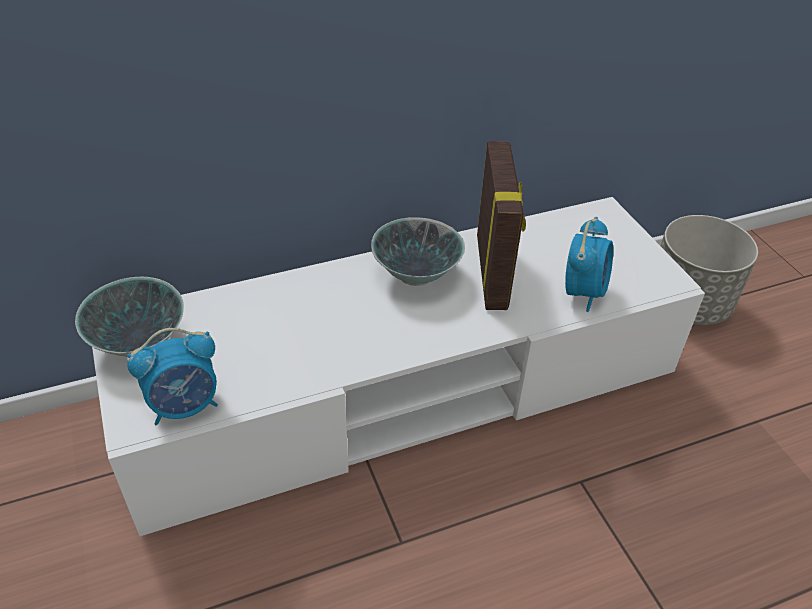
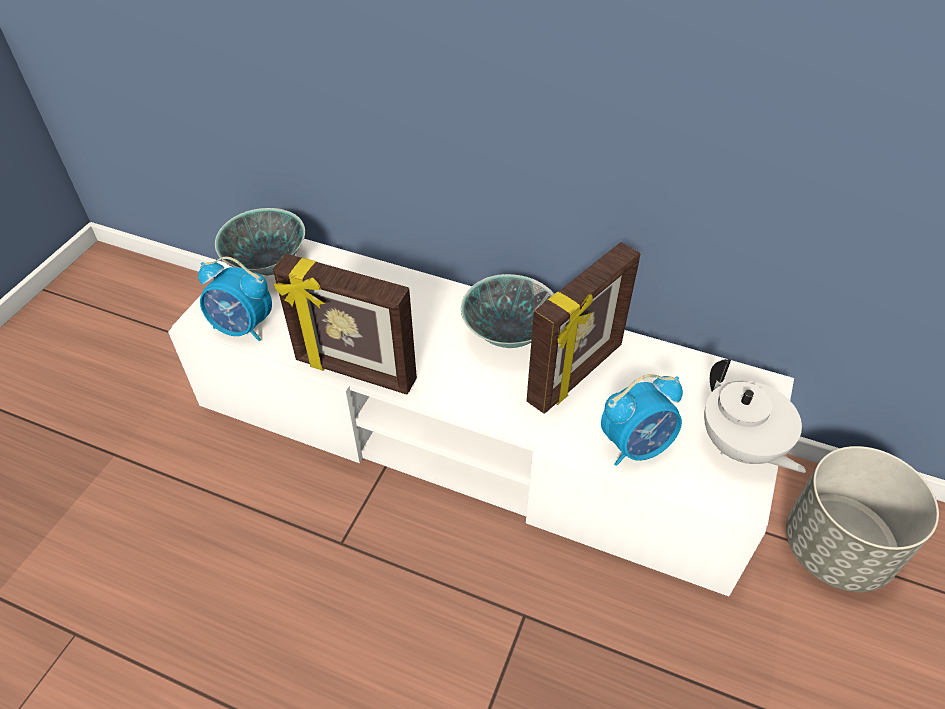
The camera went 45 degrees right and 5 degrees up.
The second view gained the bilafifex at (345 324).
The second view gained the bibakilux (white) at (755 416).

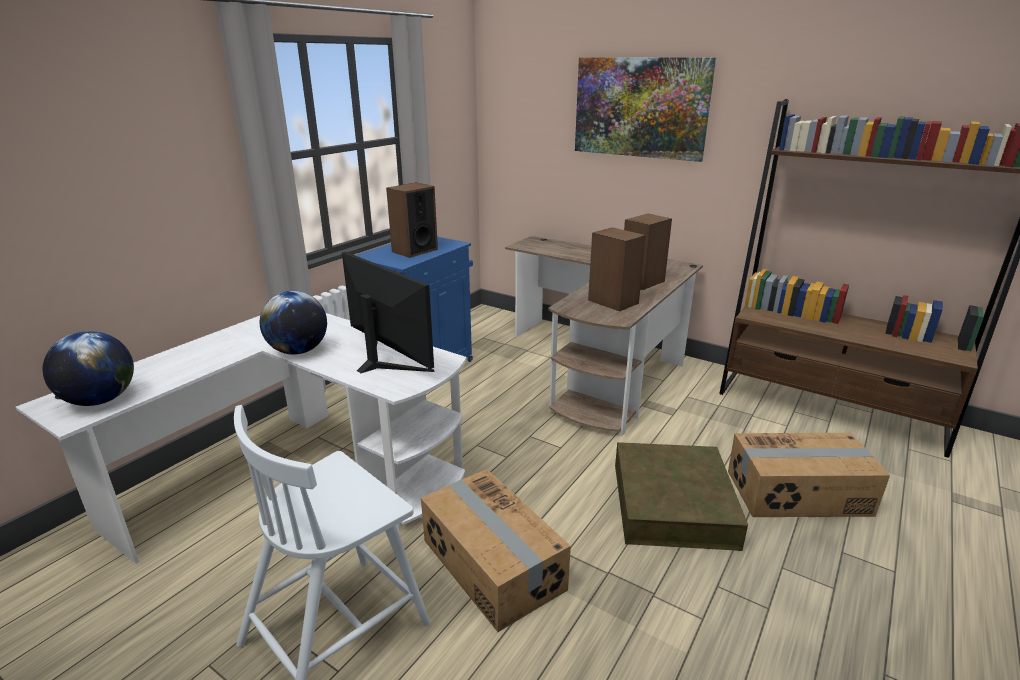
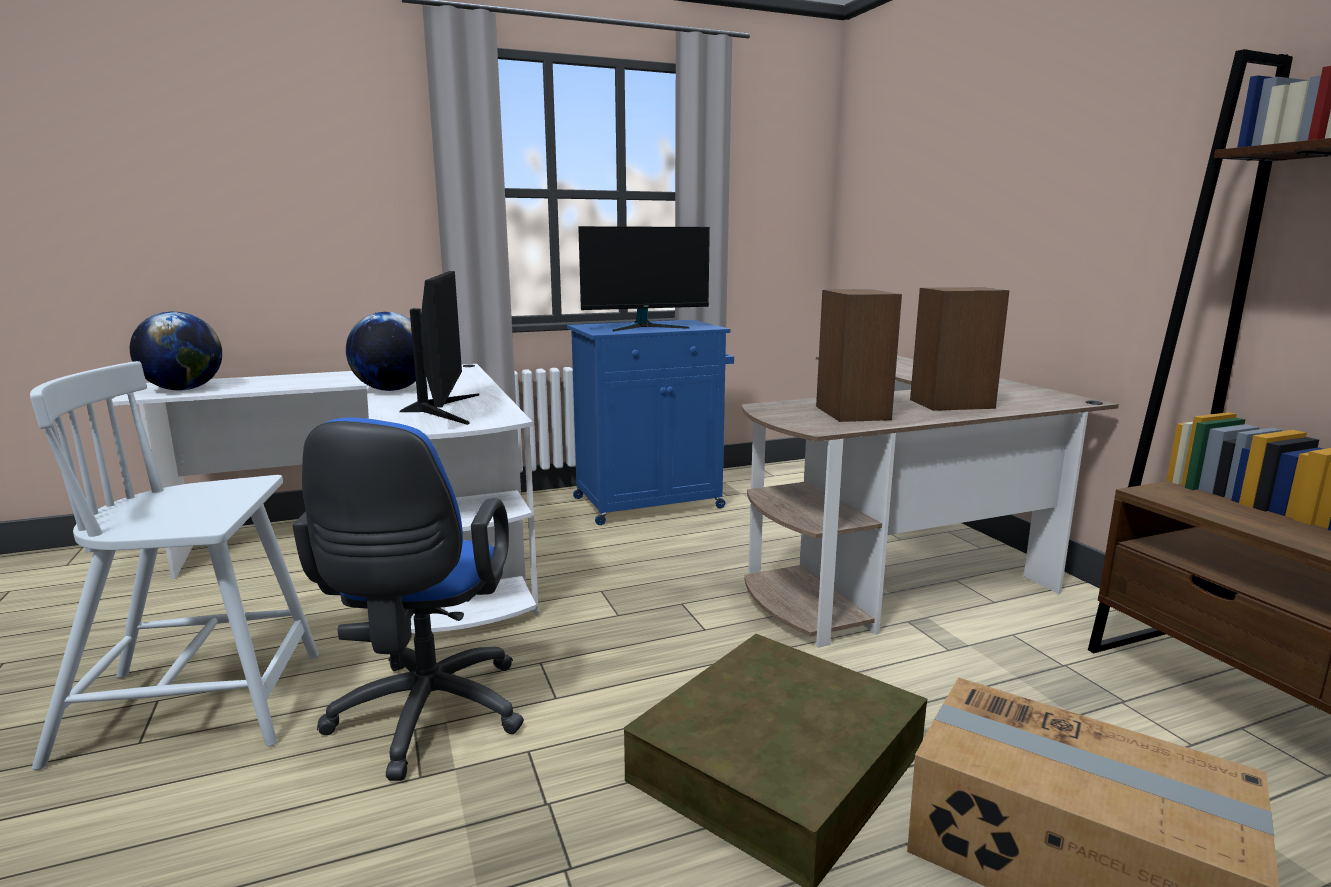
The camera went 35 degrees right and 10 degrees down.
The second view lost the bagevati at (645 110).
Where the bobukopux stood at (412 220), the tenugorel came to stand at (644 278).
Where the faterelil stood at (496 550), the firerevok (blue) came to stand at (408 599).

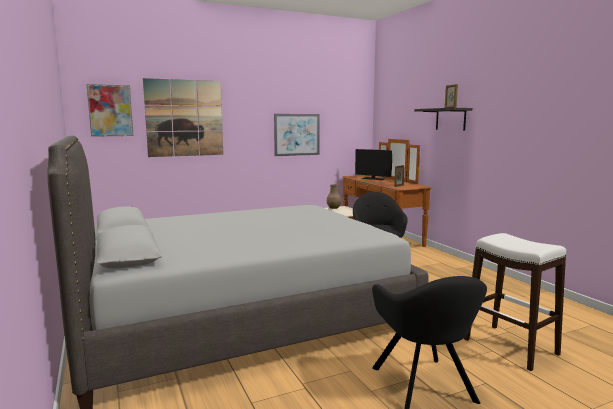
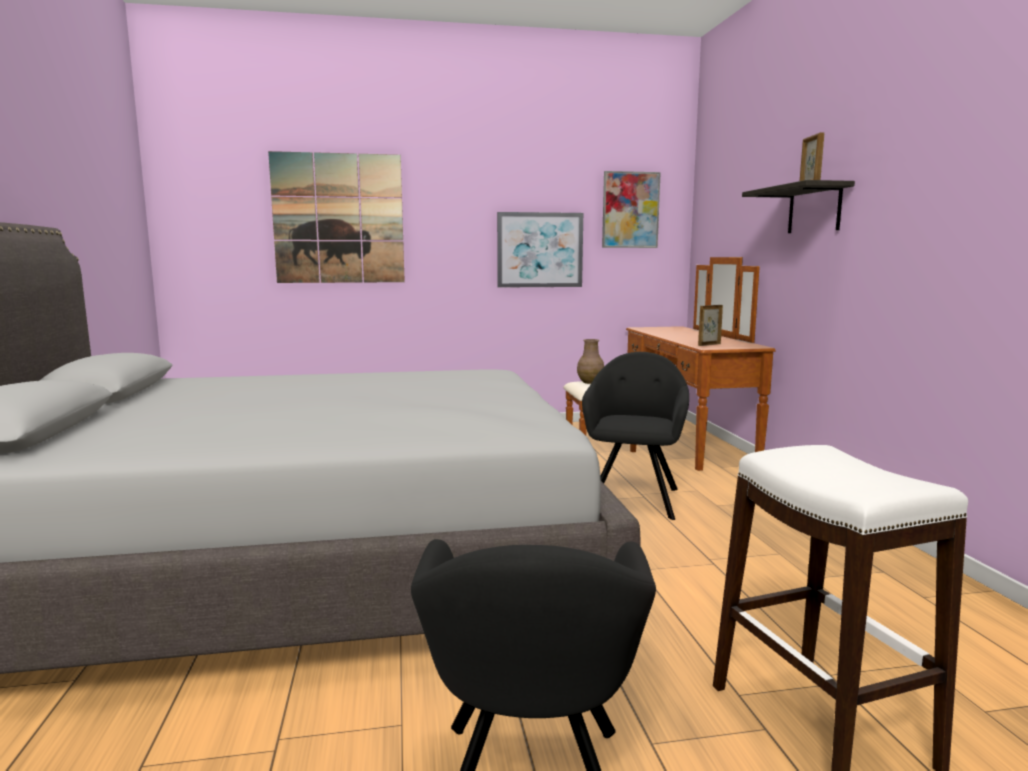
The camera went 15 degrees right and 0 degrees up.
The bagevati ended up elsewhere, having gone from (110 110) to (631 209).
The second view lost the tenugorel at (373 164).

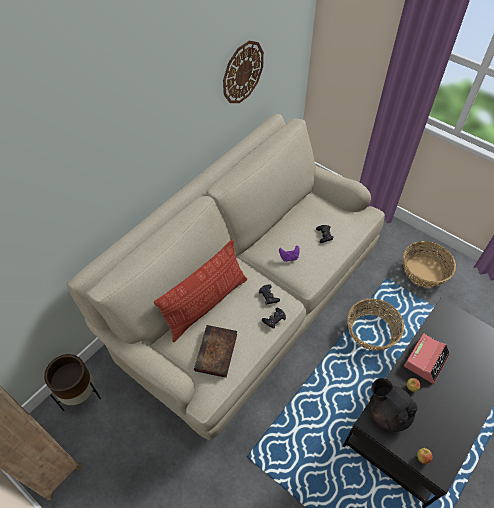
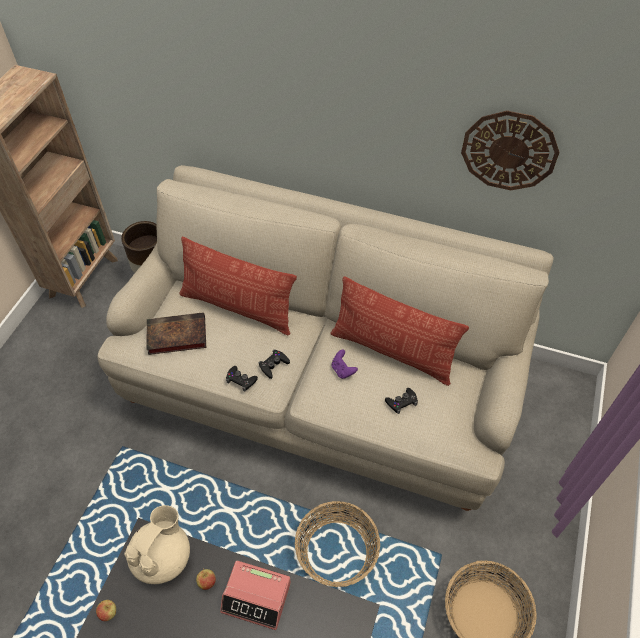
The camera went 70 degrees right and 0 degrees up.
What was the bibakilux (black) at (393 405) turned into the bibakilux (beige) at (157 544).
The second view gained the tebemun at (399 331).

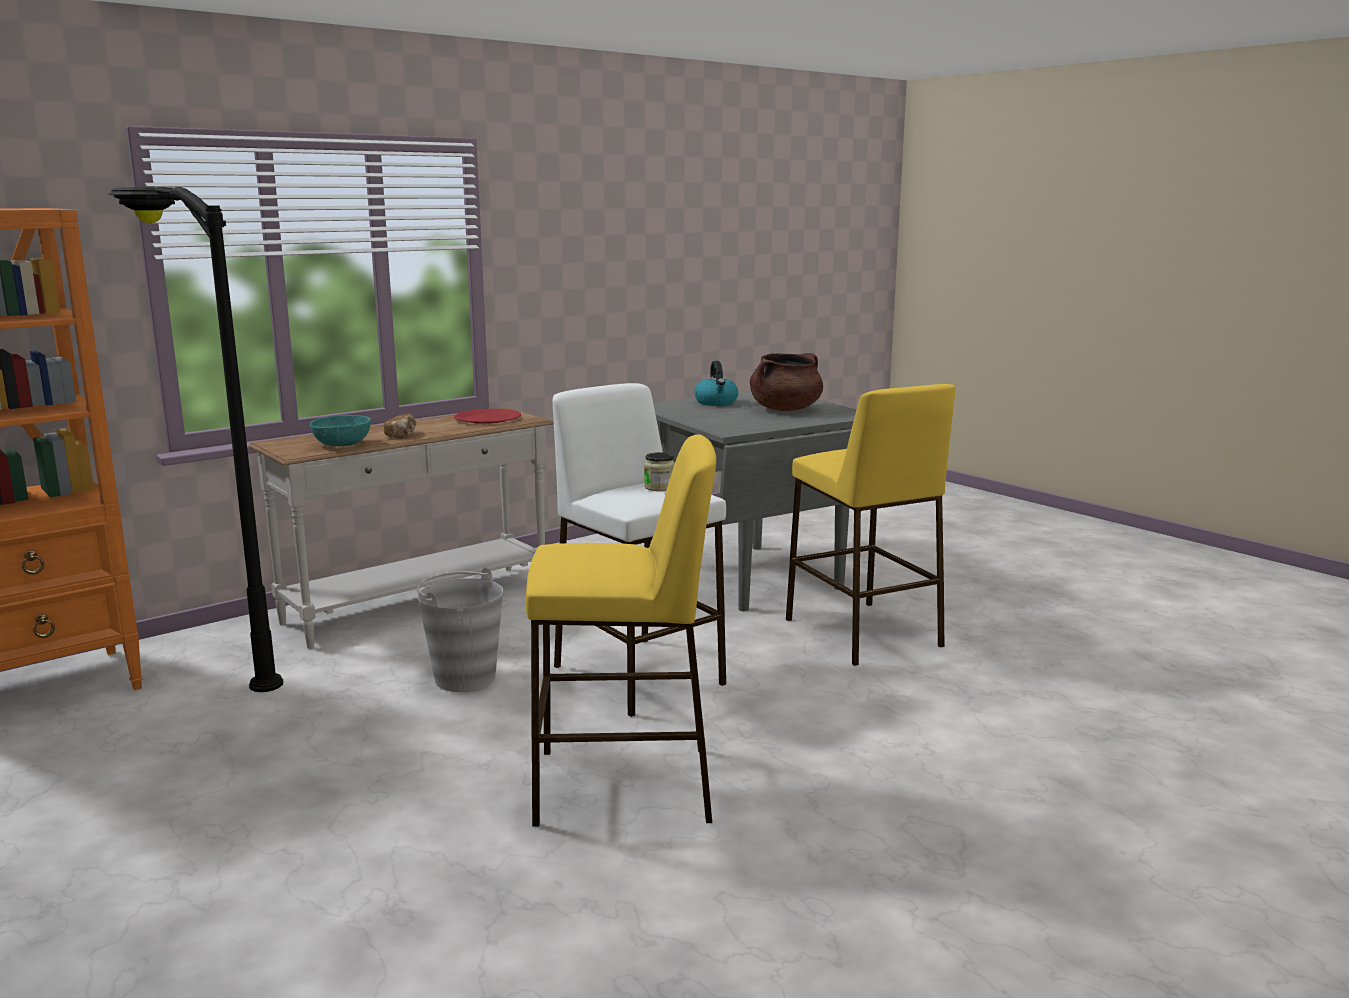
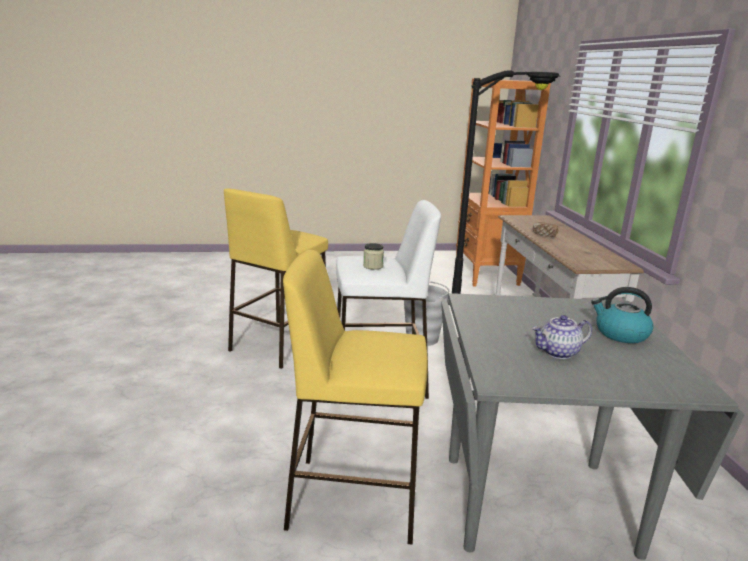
The camera went 120 degrees right and 5 degrees up.
Where the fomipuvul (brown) stood at (786 382), the bibakilux came to stand at (562 337).
The second view lost the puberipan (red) at (487 416).
The second view lost the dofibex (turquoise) at (340 430).

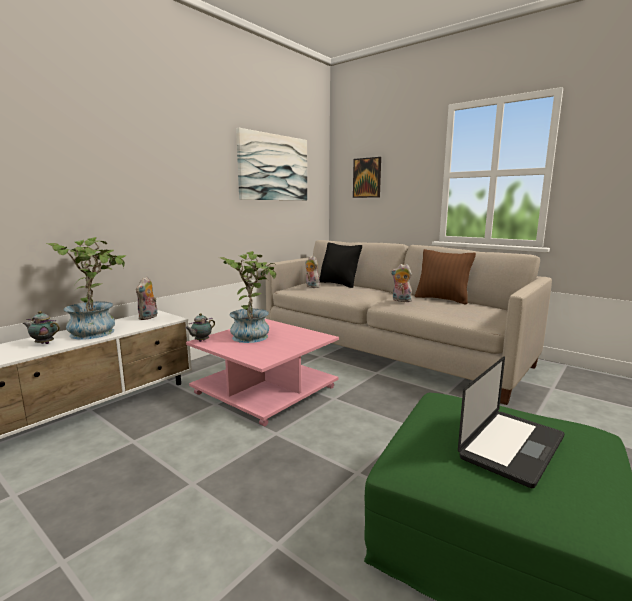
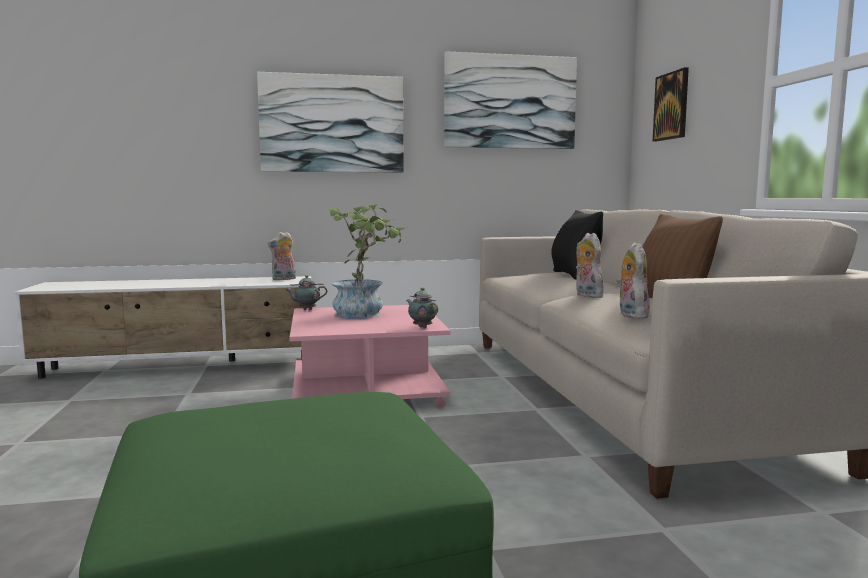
The camera went 40 degrees right and 5 degrees down.
The second view lost the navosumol at (86 288).
The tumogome ended up elsewhere, having gone from (313 272) to (633 281).
The bibakilux ended up elsewhere, having gone from (41 327) to (422 308).
The second view lost the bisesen at (511 422).
The second view gained the bagevati at (330 122).

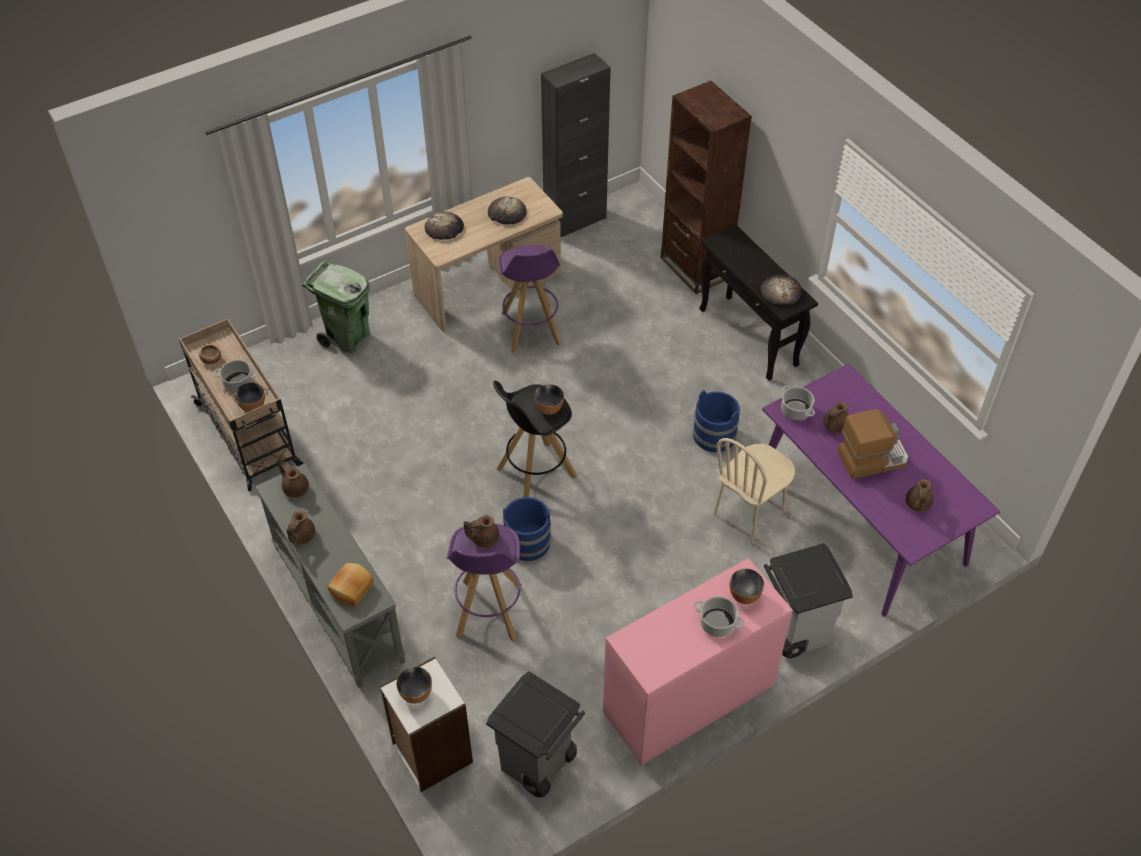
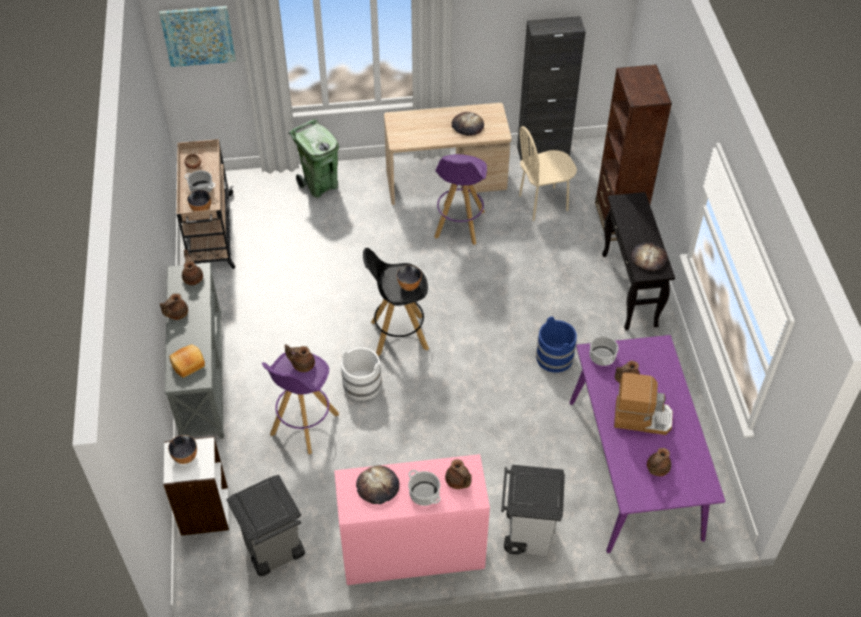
The camera went 25 degrees right and 0 degrees up.
The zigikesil ended up elsewhere, having gone from (444 226) to (377 485).
The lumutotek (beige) ended up elsewhere, having gone from (754 491) to (548 173).
What was the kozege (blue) at (527 529) turned into the kozege (white) at (361 374).
Where the dofibex stood at (747 586), the bibakilux (brown) came to stand at (458 474).
The second view gained the bagevati at (197 36).

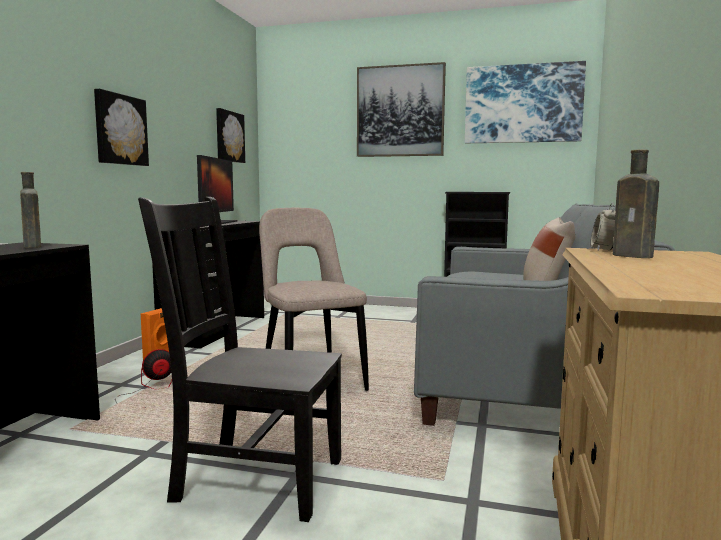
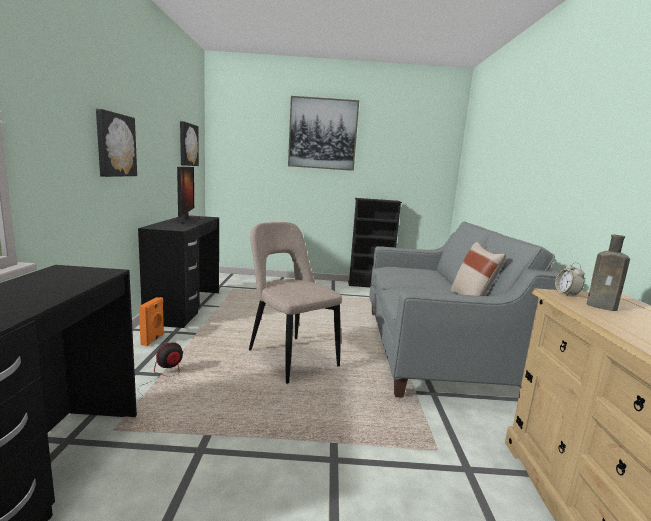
The camera went 15 degrees left and 5 degrees up.
The second view lost the bagevati at (525 102).
The second view lost the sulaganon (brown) at (30 210).
The second view lost the lumutotek (black) at (240 359).

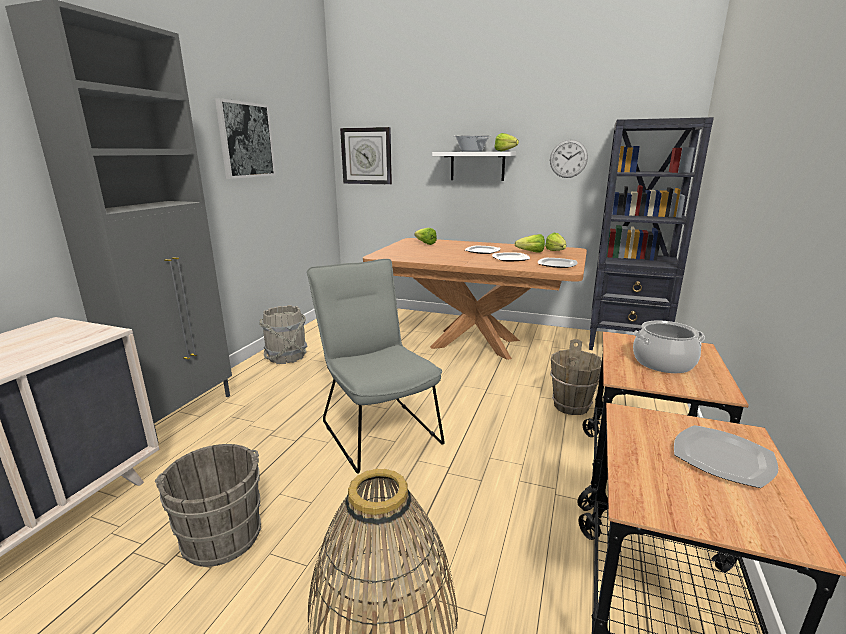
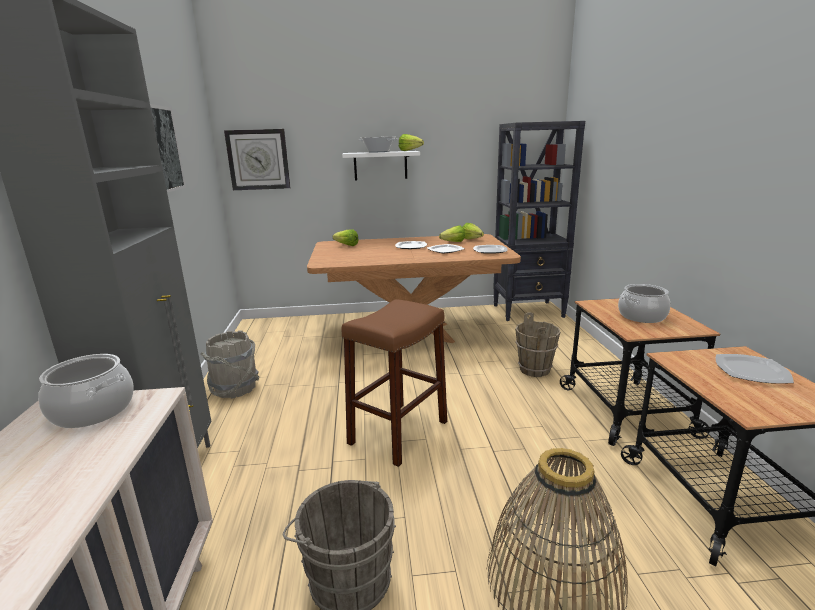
The camera went 25 degrees left and 0 degrees up.
The second view lost the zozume at (569 158).
Where the lumutotek (grey) stood at (375 366), the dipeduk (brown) came to stand at (394 383).
The second view gained the fomipuvul at (86 391).

